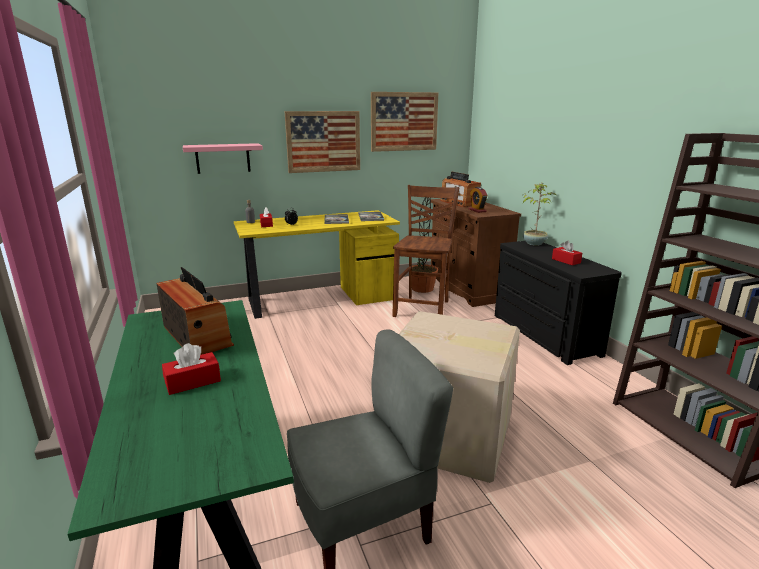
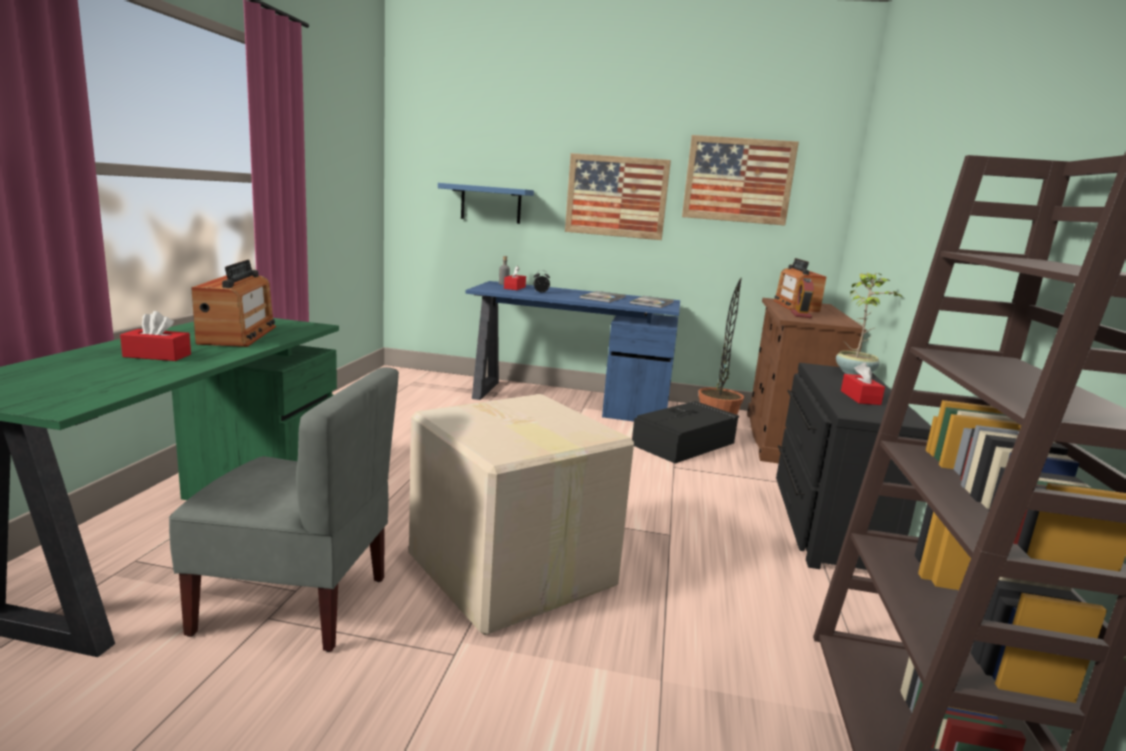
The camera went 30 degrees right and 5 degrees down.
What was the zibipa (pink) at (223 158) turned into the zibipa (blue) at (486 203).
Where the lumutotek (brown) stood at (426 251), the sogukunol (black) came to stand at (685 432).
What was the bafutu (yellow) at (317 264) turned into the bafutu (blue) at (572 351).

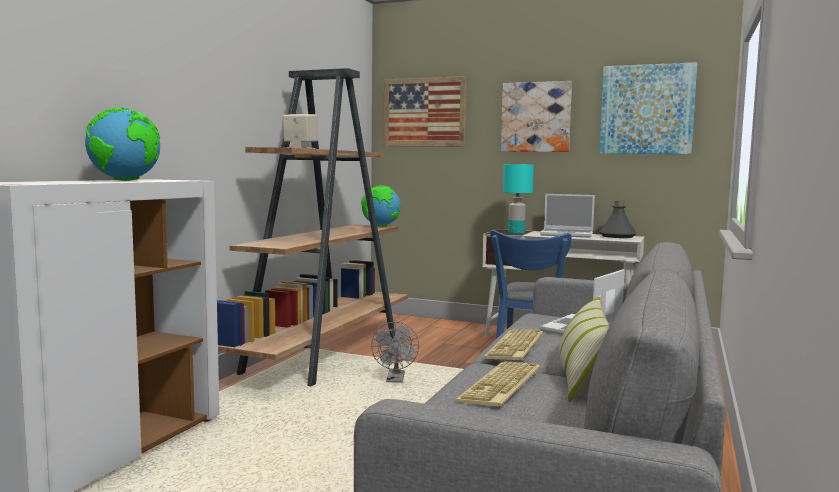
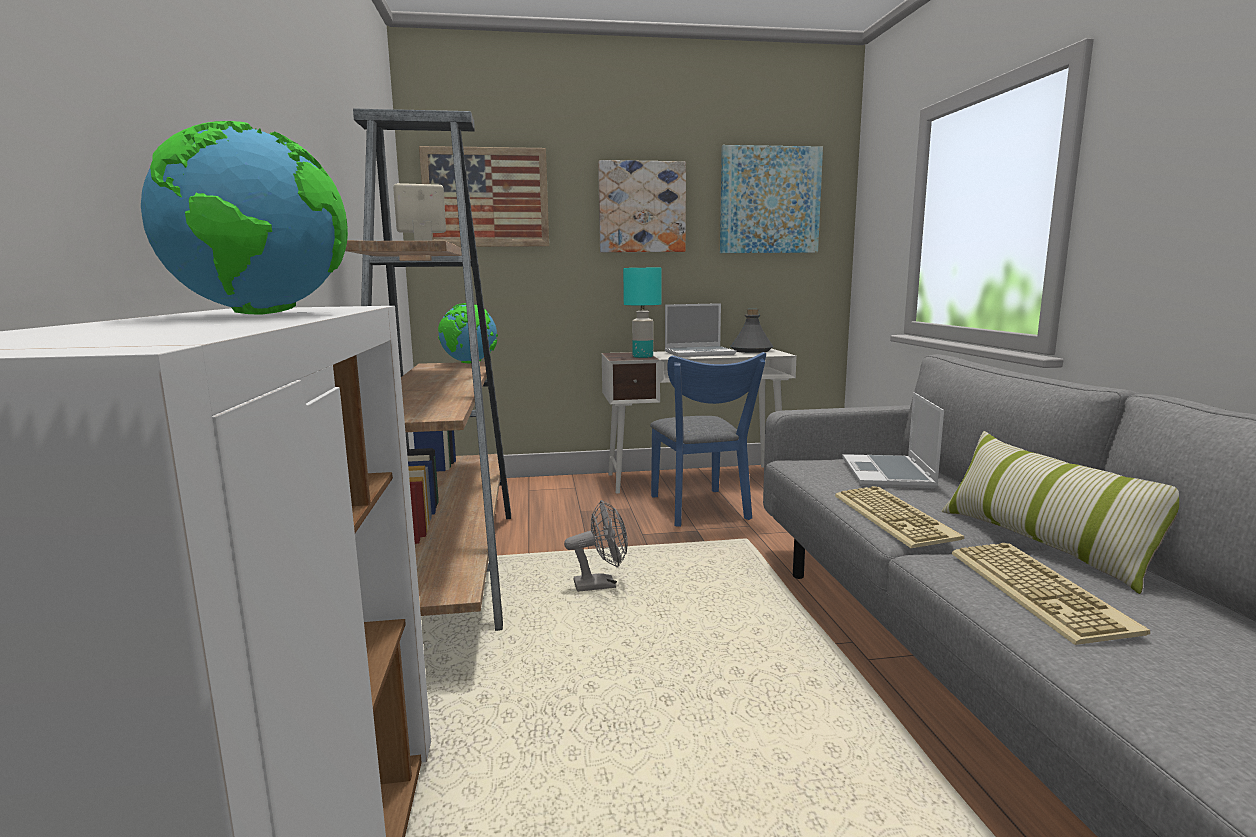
The camera went 30 degrees left and 5 degrees up.
The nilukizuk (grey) at (395 352) ended up facing another way, 75 degrees counterclockwise from before.

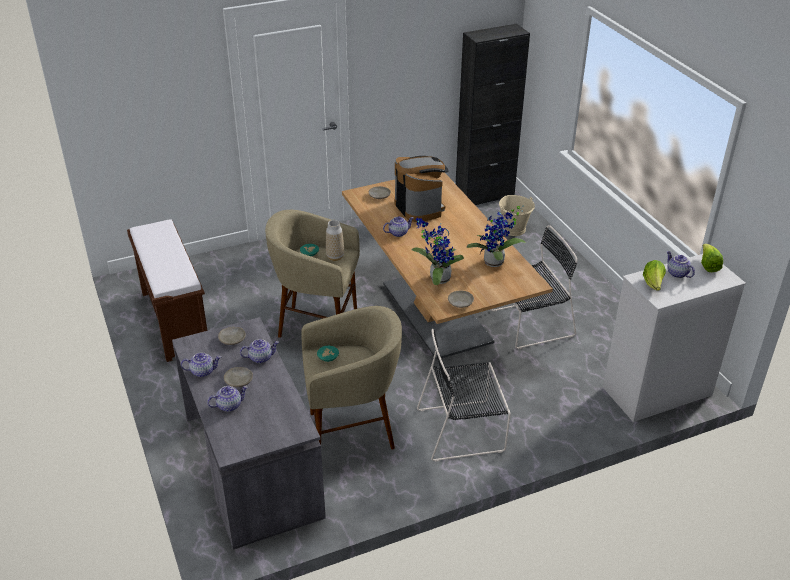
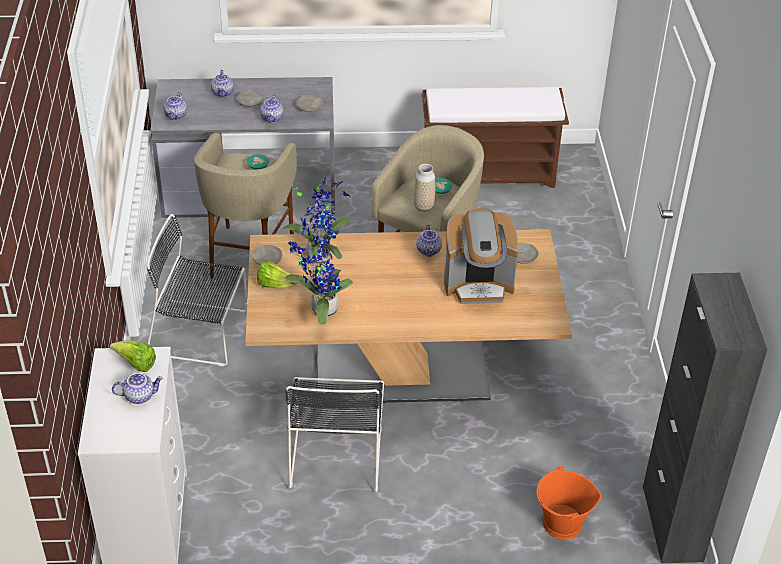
The camera went 110 degrees right and 5 degrees up.
What was the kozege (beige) at (517 215) turned into the kozege (orange) at (568 503).
The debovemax ended up elsewhere, having gone from (712 258) to (277 274).
The lumutotek (black) at (464 395) ended up facing another way, 90 degrees counterclockwise from before.
The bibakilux ended up elsewhere, having gone from (201 364) to (175 106).

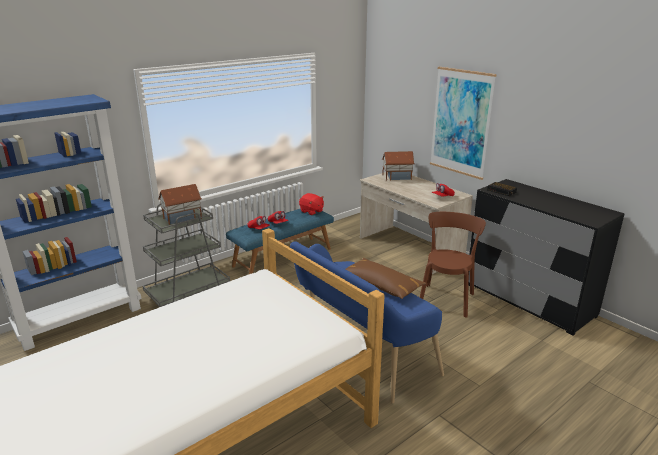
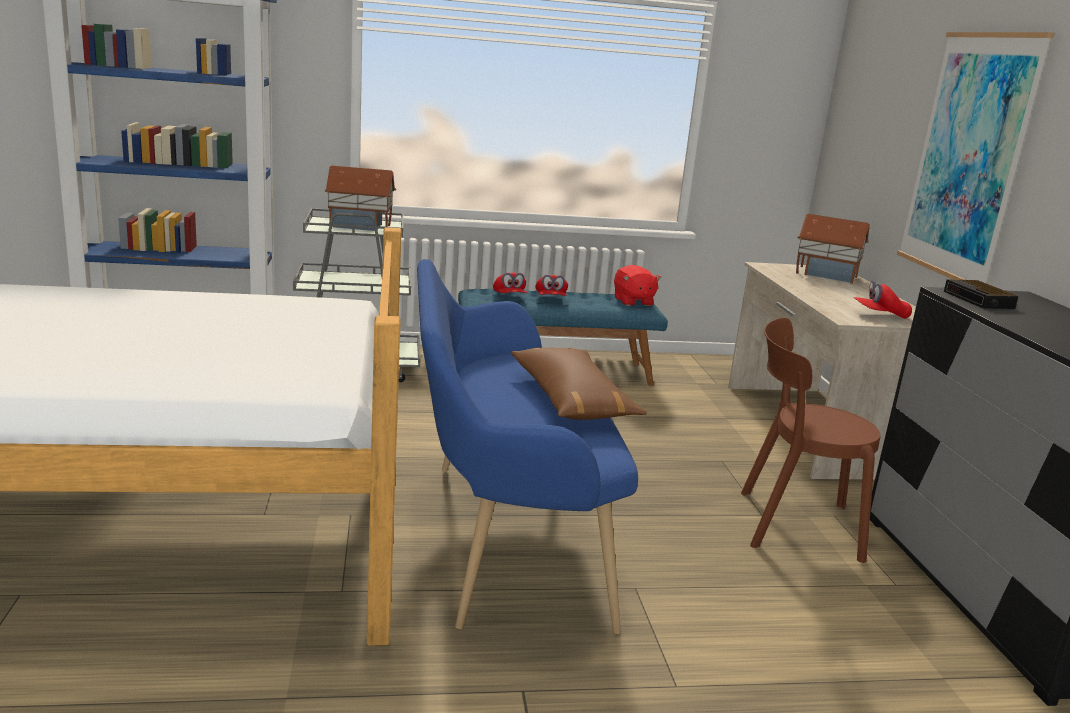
The camera went 30 degrees right and 5 degrees down.
The lumutotek (brown) at (453 264) ended up facing another way, 135 degrees counterclockwise from before.

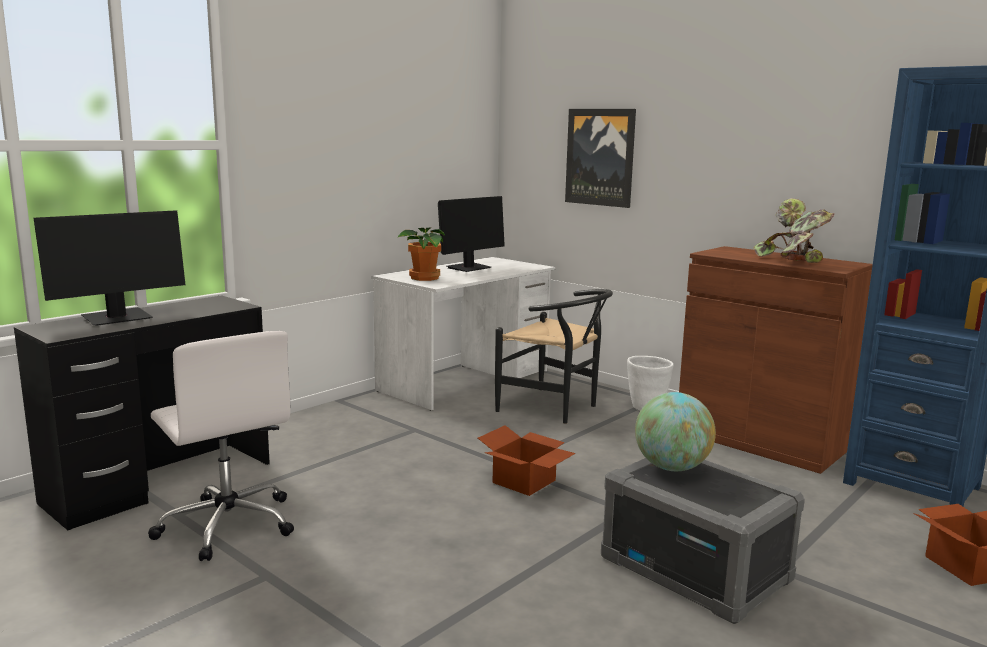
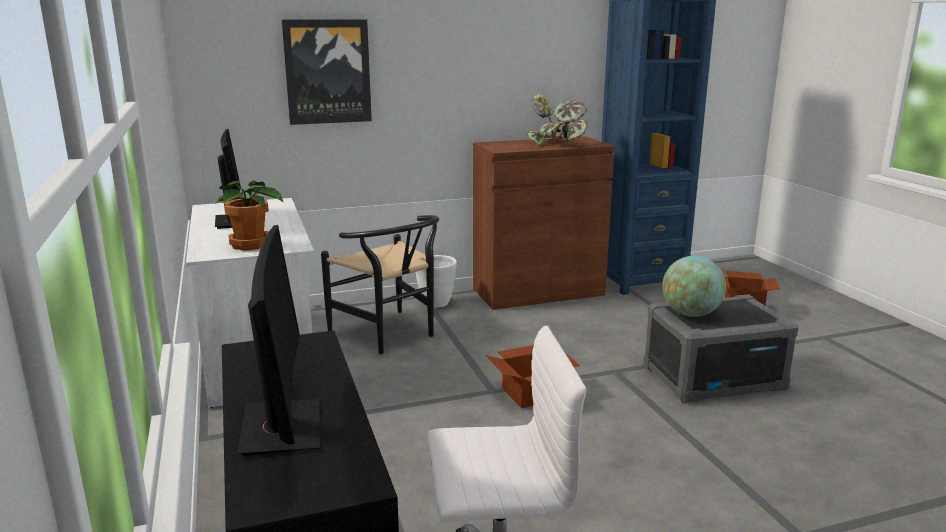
The camera went 60 degrees left and 5 degrees up.
The lumutotek (black) at (554 356) ended up facing another way, 75 degrees clockwise from before.

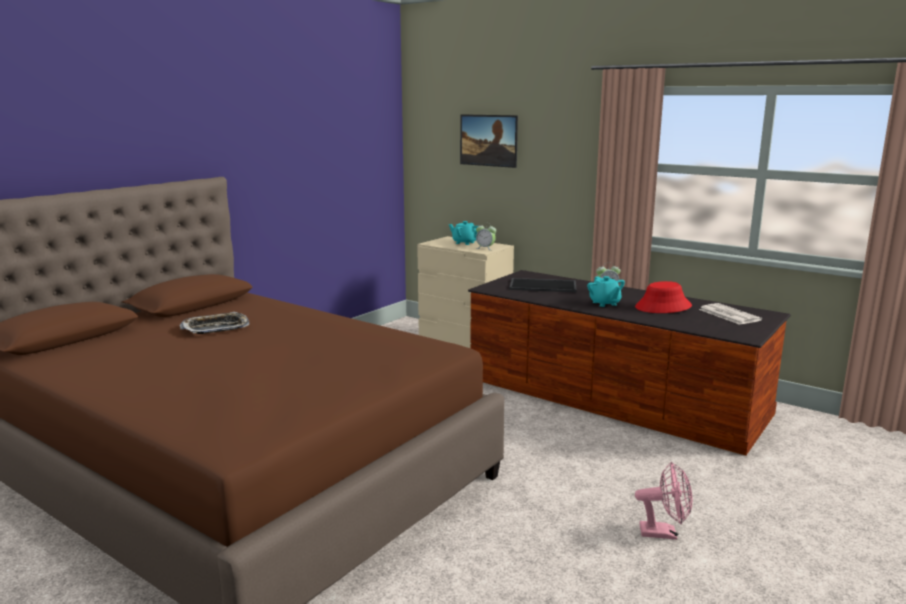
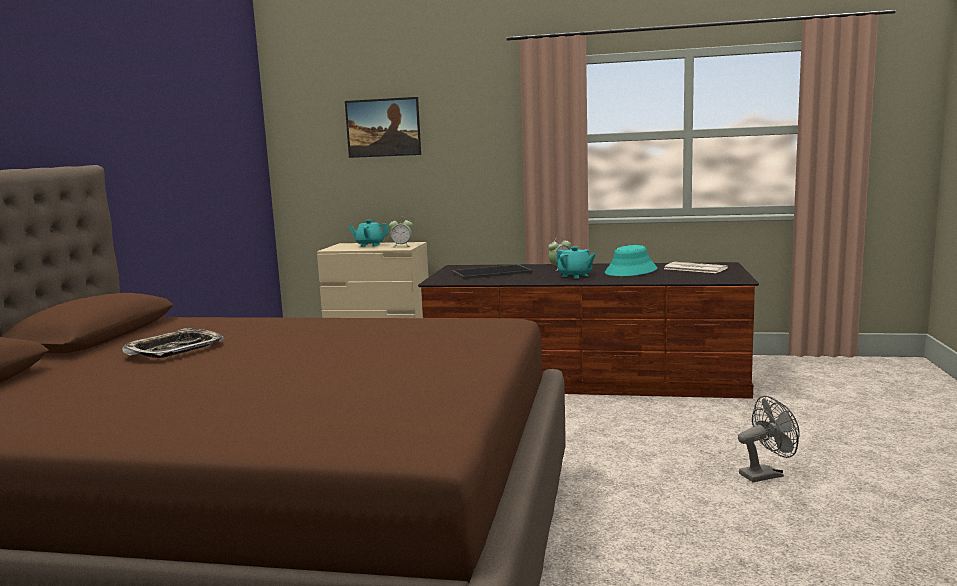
The camera went 25 degrees left and 5 degrees down.
What was the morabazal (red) at (663 297) turned into the morabazal (turquoise) at (631 260).
What was the nilukizuk (pink) at (663 501) turned into the nilukizuk (grey) at (769 439).

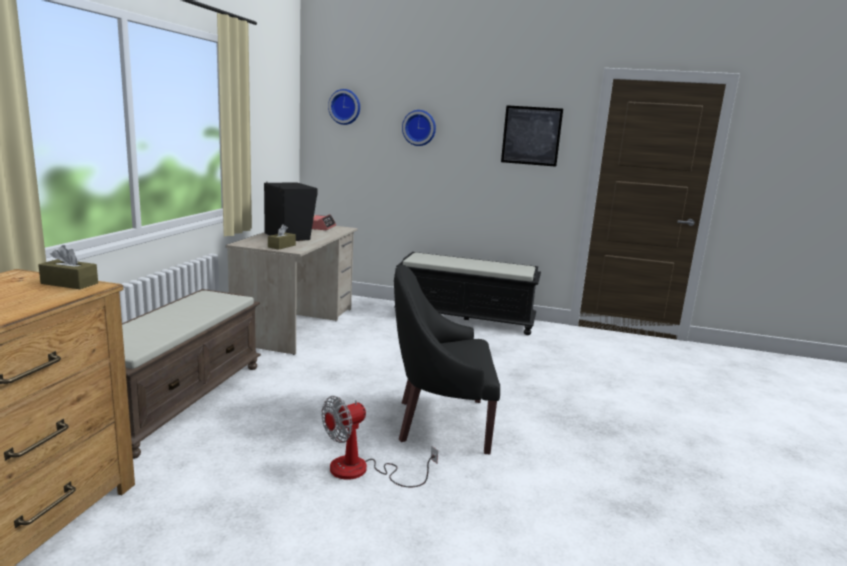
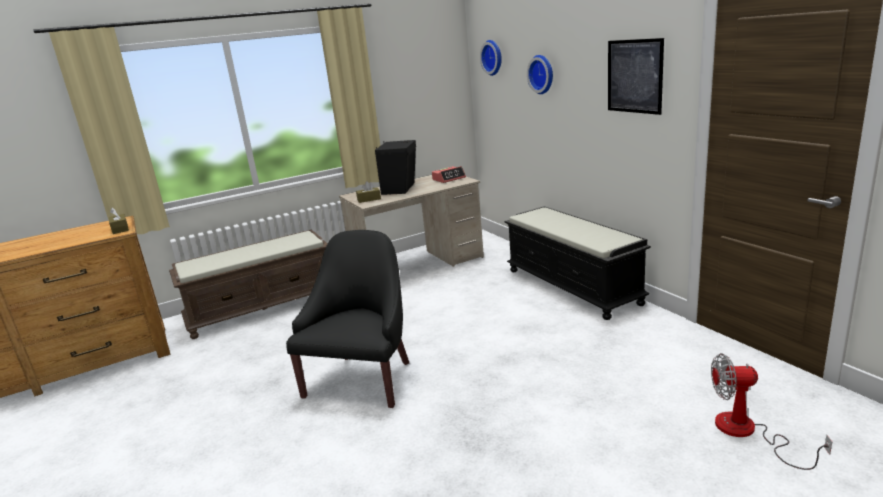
The camera went 50 degrees right and 5 degrees up.
The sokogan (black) at (447 359) ended up facing another way, 60 degrees clockwise from before.
The nilukizuk ended up elsewhere, having gone from (380 441) to (771 411).

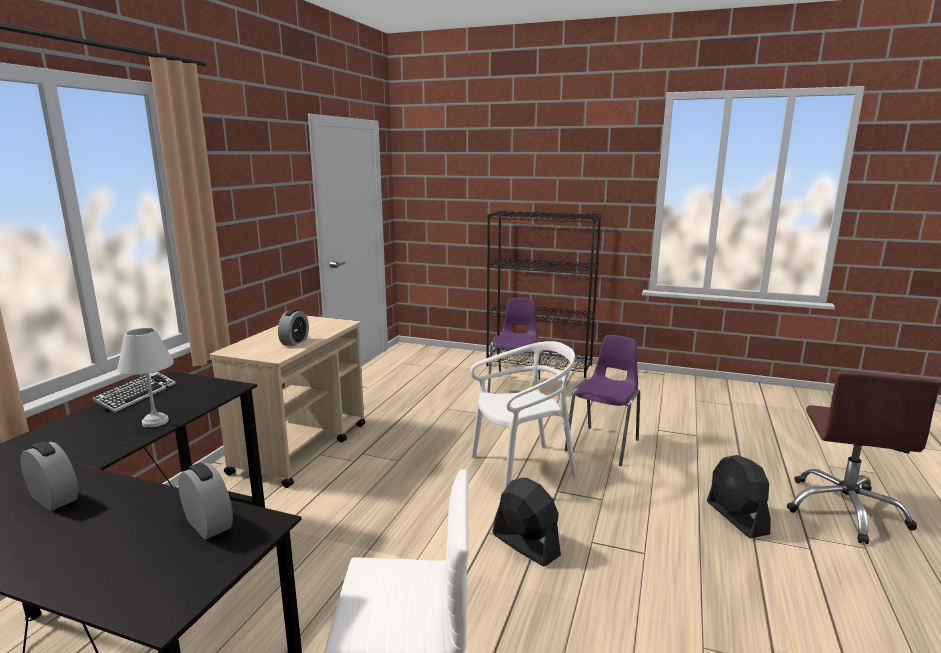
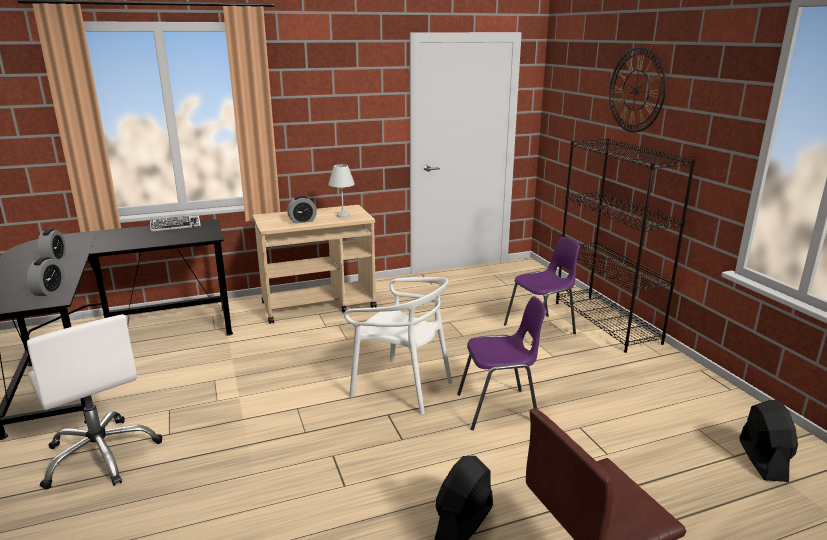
The camera went 50 degrees right and 5 degrees up.
The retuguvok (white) ended up elsewhere, having gone from (145 378) to (341 191).
The nilukizuk (black) ended up elsewhere, having gone from (526 522) to (768 441).
The second view gained the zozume at (637 89).

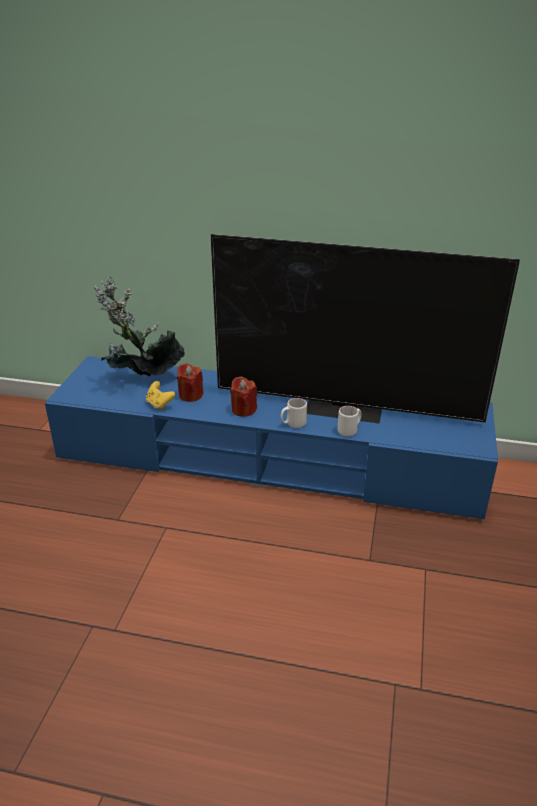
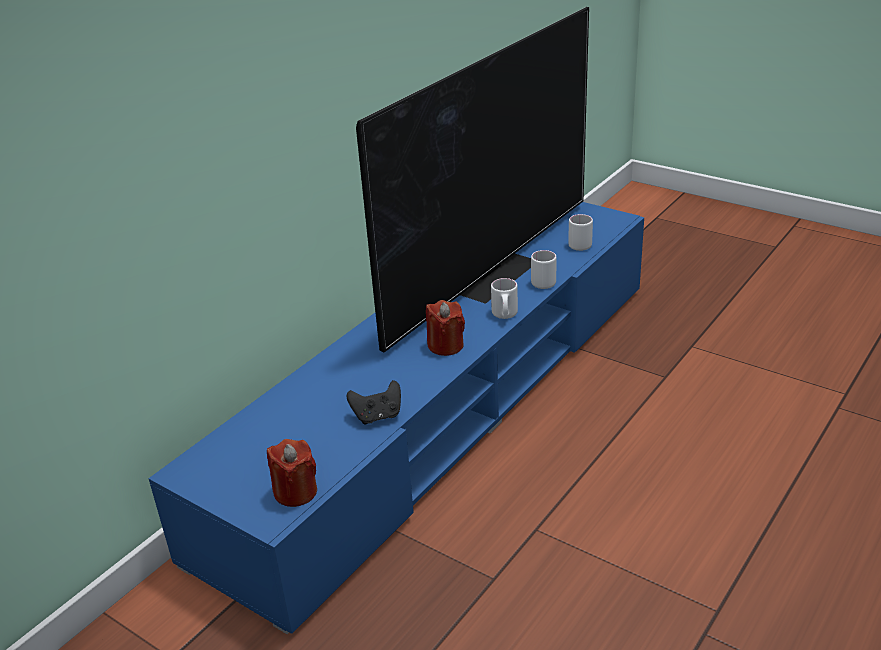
The camera went 65 degrees left and 0 degrees up.
The second view lost the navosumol at (139 326).
The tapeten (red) ended up elsewhere, having gone from (190 382) to (292 473).
What was the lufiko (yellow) at (160 395) turned into the lufiko (black) at (374 402).
The second view gained the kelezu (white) at (580 232).

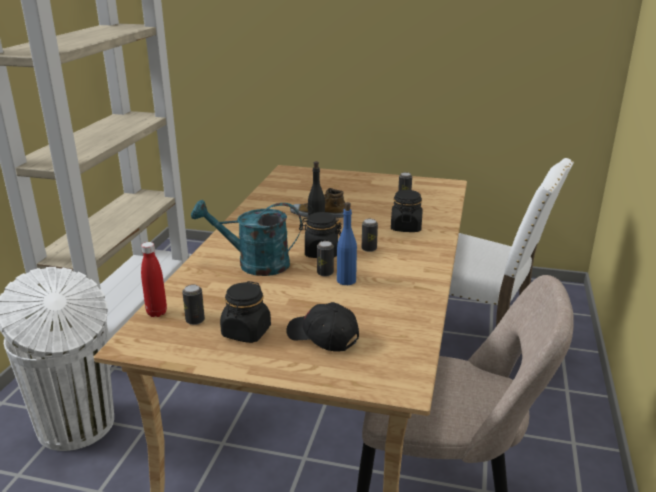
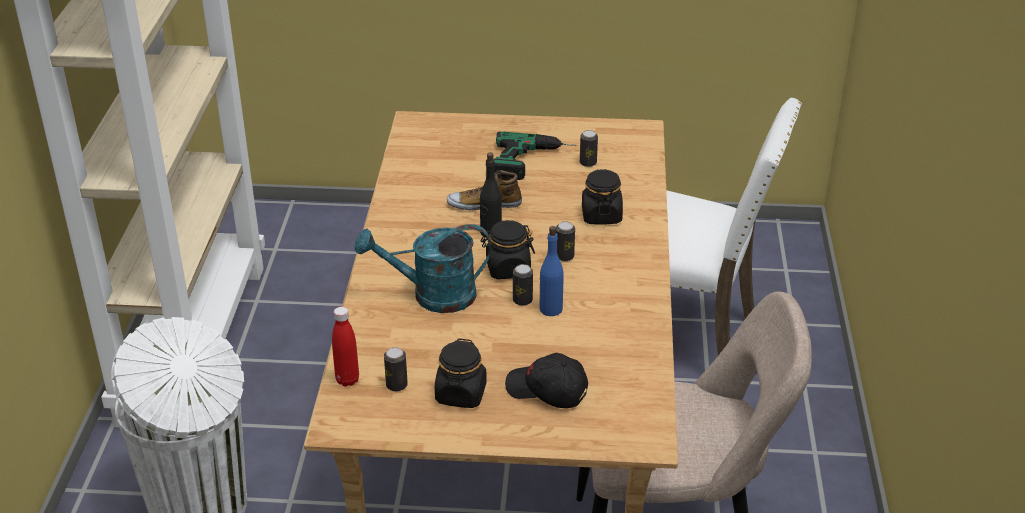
The camera went 10 degrees left and 10 degrees up.
The second view gained the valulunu at (535 156).

